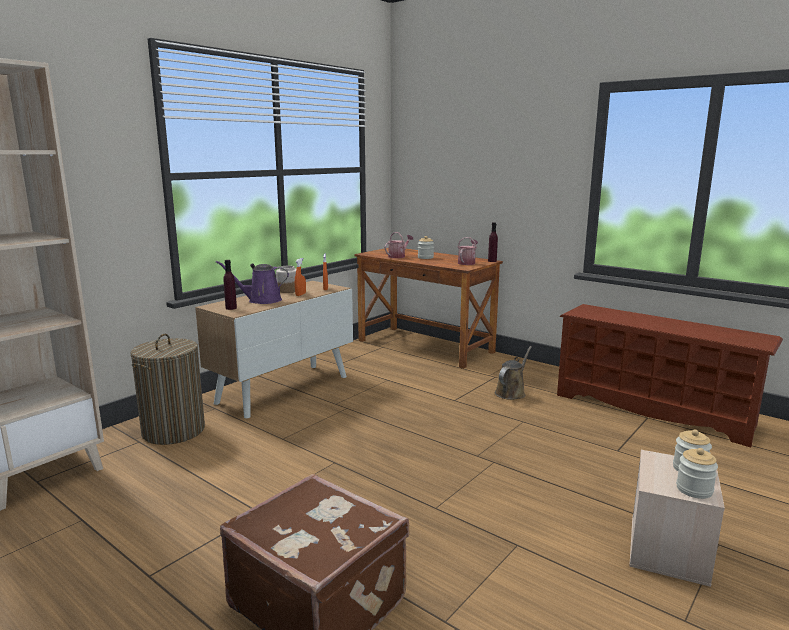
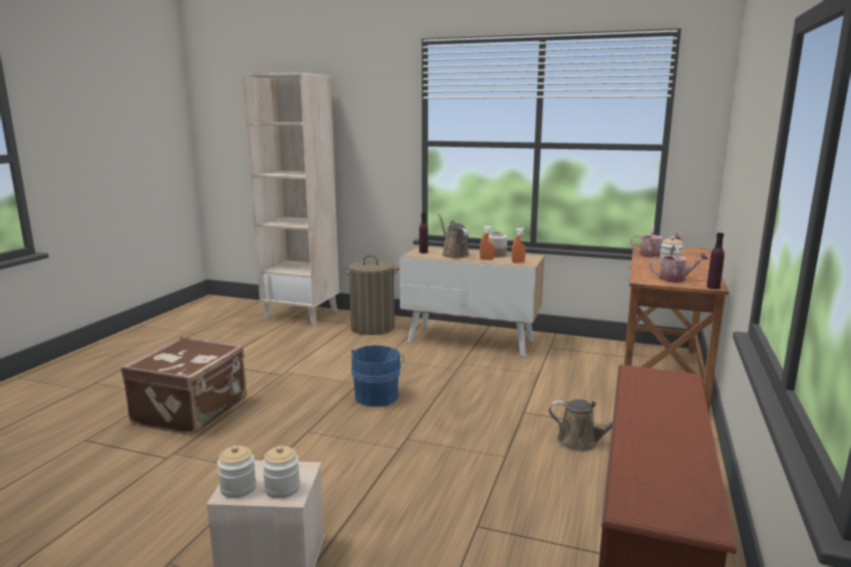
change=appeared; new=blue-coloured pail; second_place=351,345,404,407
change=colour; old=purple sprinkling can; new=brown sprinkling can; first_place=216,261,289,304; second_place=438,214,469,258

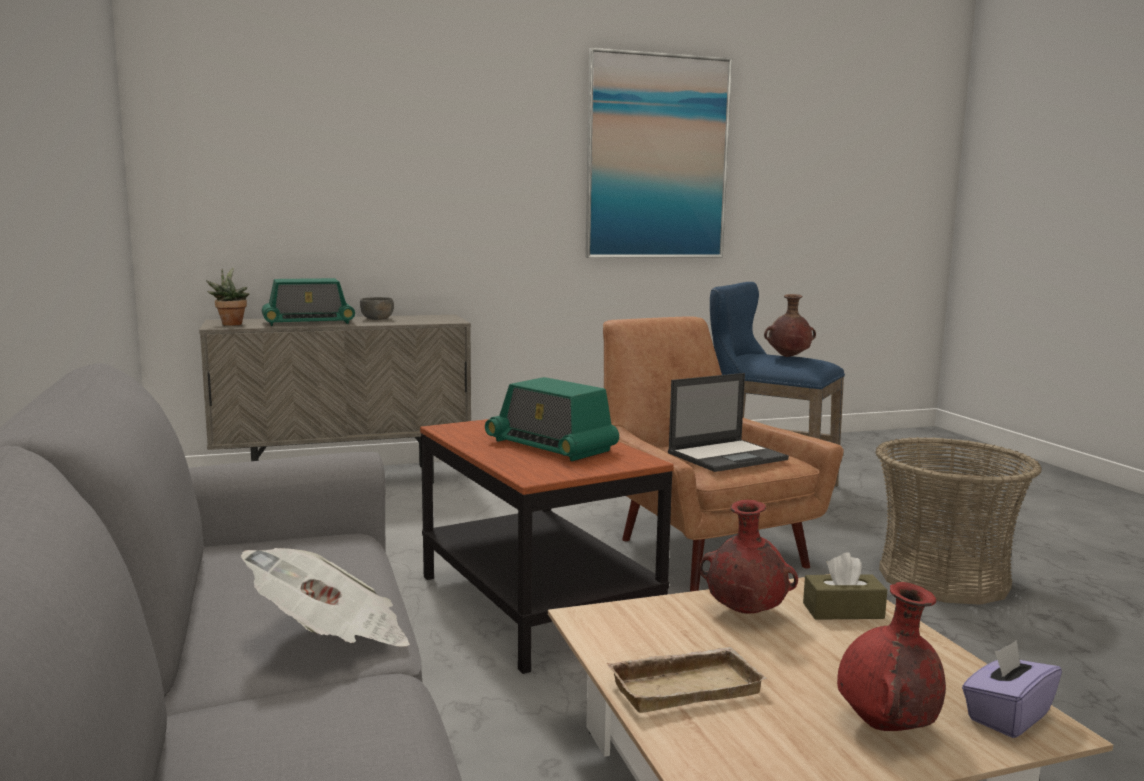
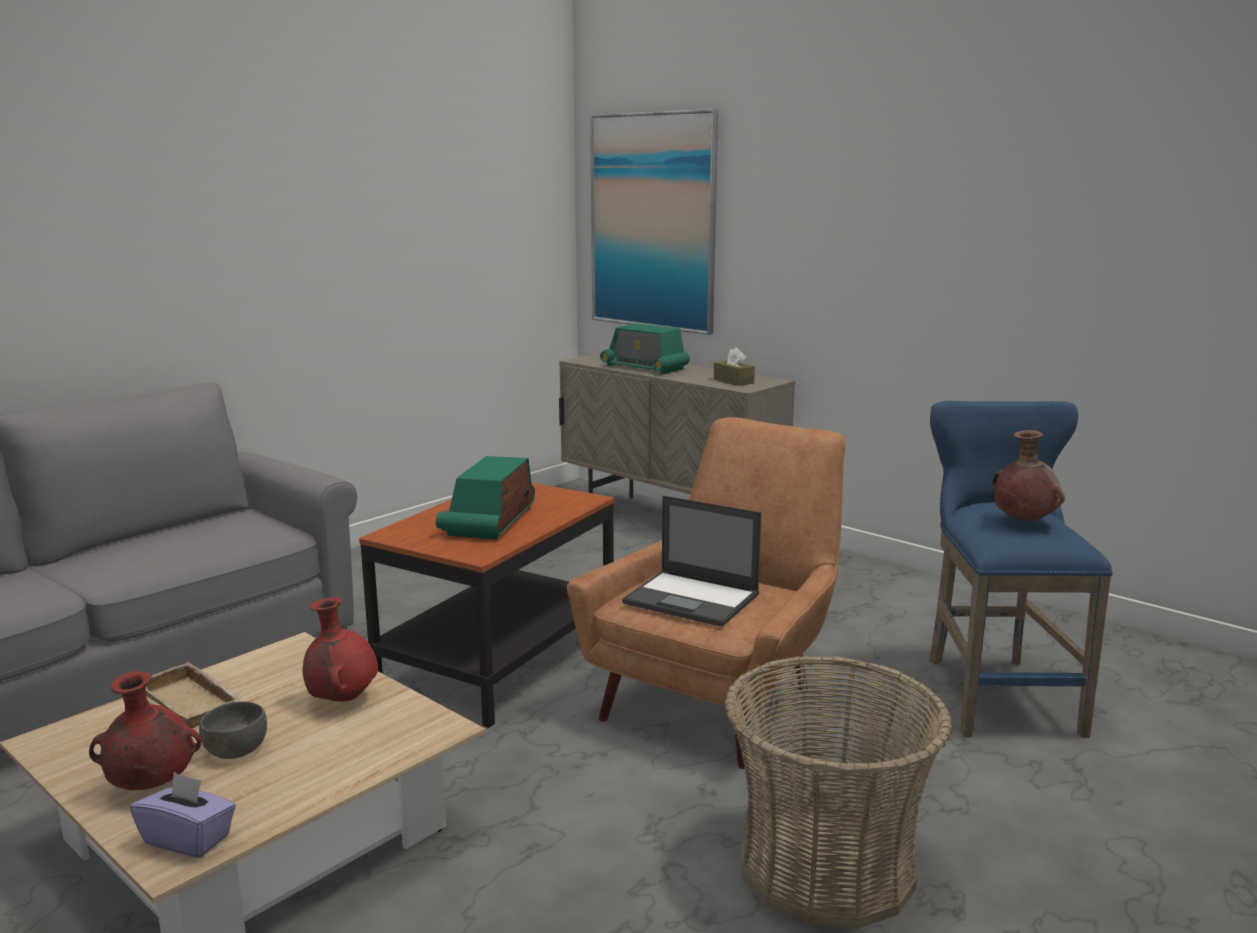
change=relocated; old=gray bowl; first_place=360,297,394,320; second_place=199,701,267,759
change=relocated; old=wall picture; first_place=585,48,732,258; second_place=590,109,718,335
change=relocated; old=brown tissue box; first_place=803,552,887,620; second_place=714,348,755,386
change=missing; old=potted plant; first_place=206,267,249,326
change=missing; old=printed paper; first_place=241,548,410,647

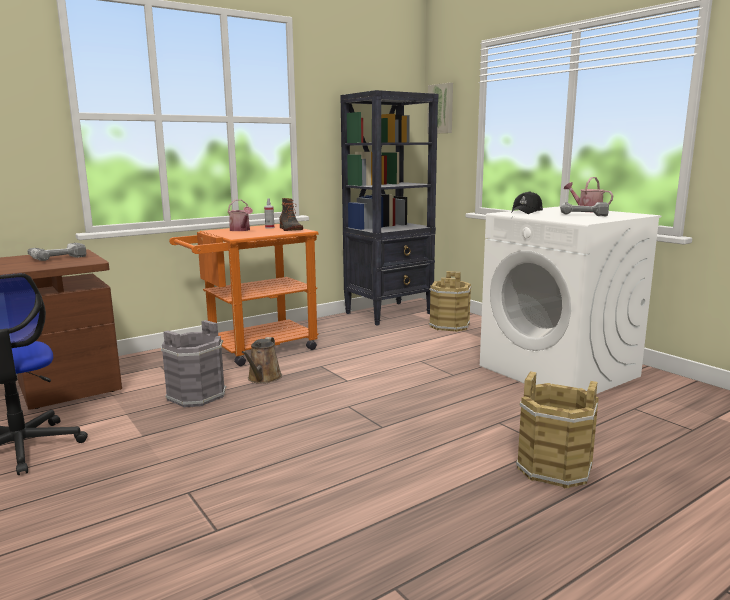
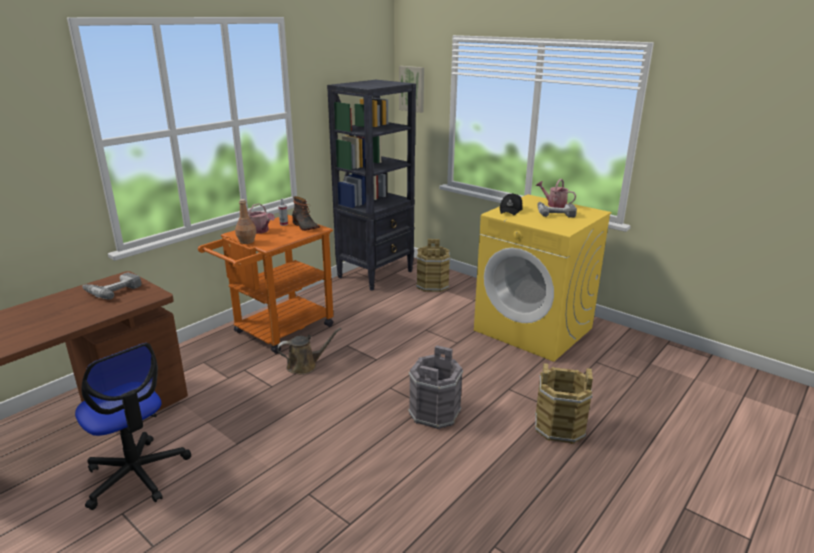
change=appeared; new=brown drink bottle; second_place=235,199,256,244
change=spun; old=brown sprinkling can; first_place=242,337,282,384; second_place=277,328,341,374; degrees=-105
change=relocated; old=gray pail; first_place=161,320,227,407; second_place=408,345,463,429
change=colour; old=whitish laundry machine; new=yellowish laundry machine; first_place=480,206,662,394; second_place=474,194,611,362

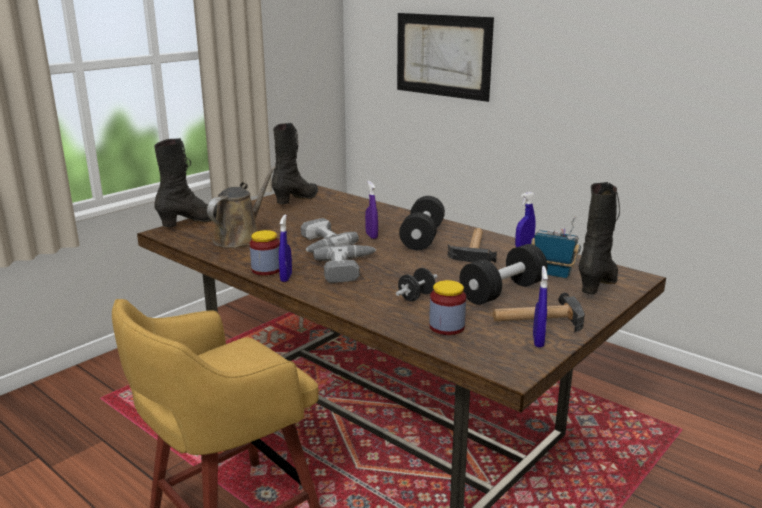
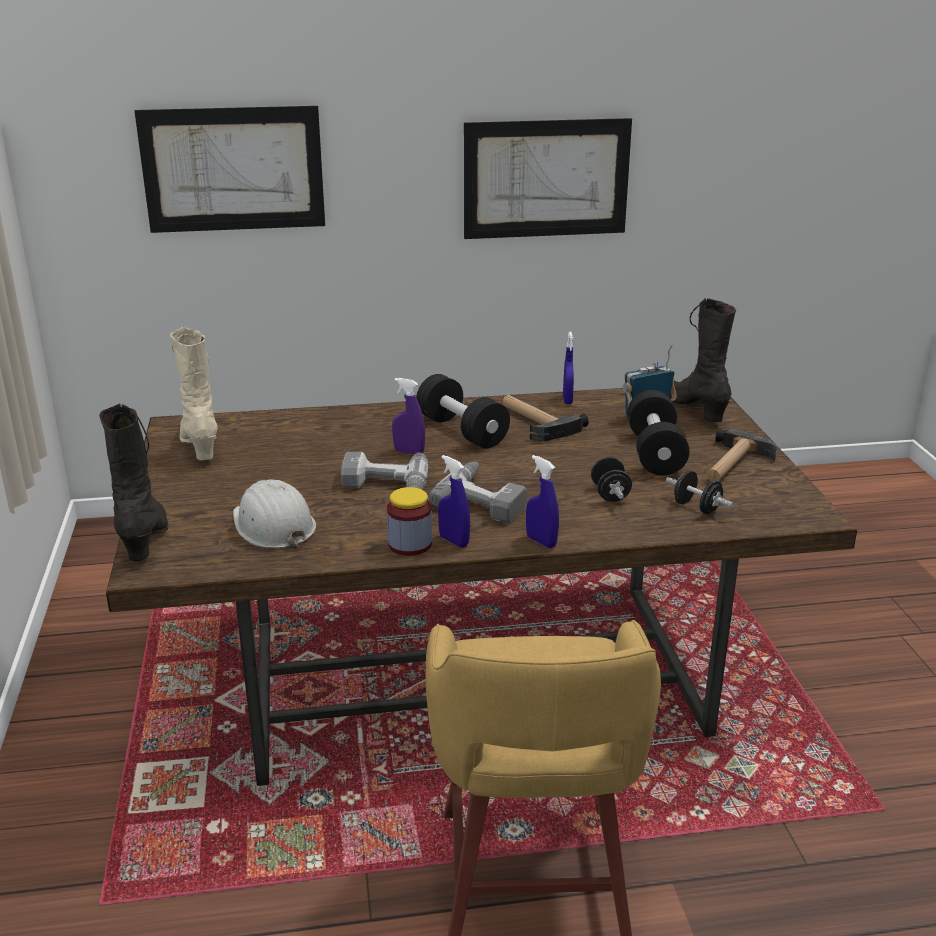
change=colour; old=black high-top boot; new=sand-coloured high-top boot; first_place=272,123,318,204; second_place=170,327,218,460
change=exchanged; old=brown sprinkling can; new=whitish safety helmet; first_place=207,166,276,248; second_place=233,479,316,549
change=appeared; new=wall picture; second_place=464,118,632,239
change=relocated; old=blue-coloured spray bottle; first_place=533,266,548,348; second_place=526,455,559,548
change=exchanged; old=jar; new=black free weight; first_place=429,280,466,335; second_place=666,471,733,514

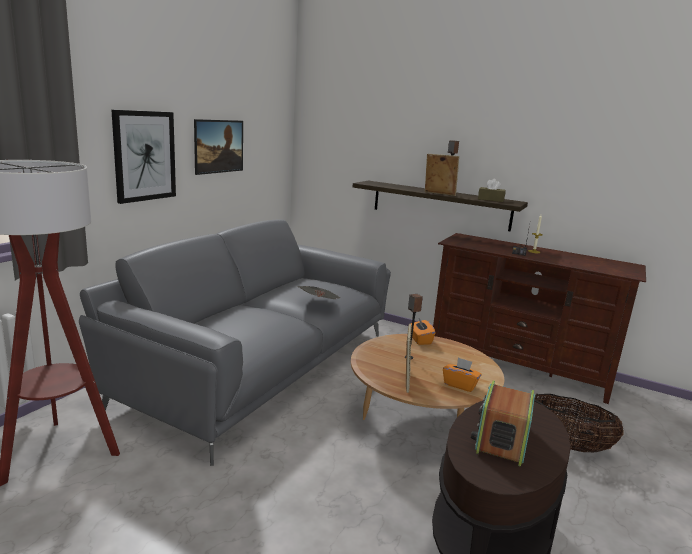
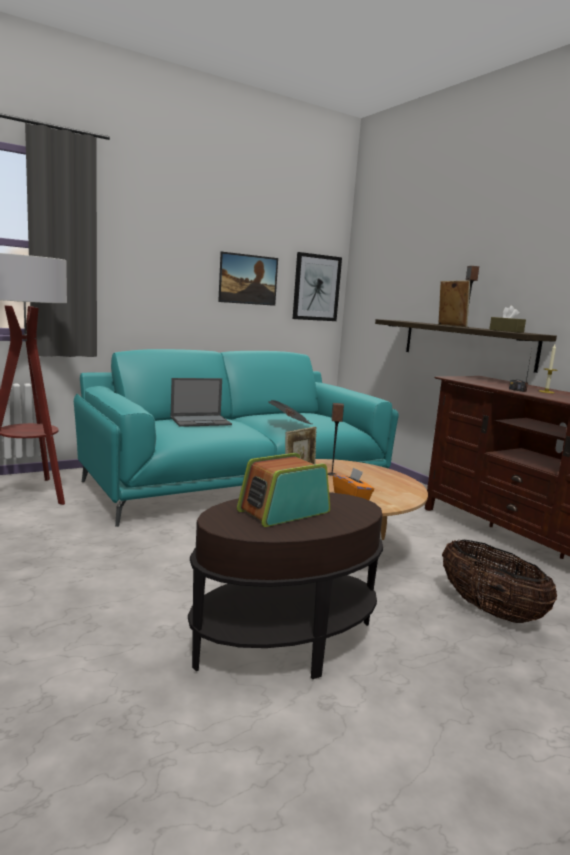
change=colour; old=gray settee; new=turquoise-coloured settee; first_place=79,219,391,466; second_place=74,349,399,527
change=appeared; new=portable computer; second_place=170,378,232,427
change=relocated; old=wall picture; first_place=111,110,176,204; second_place=293,252,342,321
change=missing; old=orange-coloured tissue box; first_place=411,318,436,345

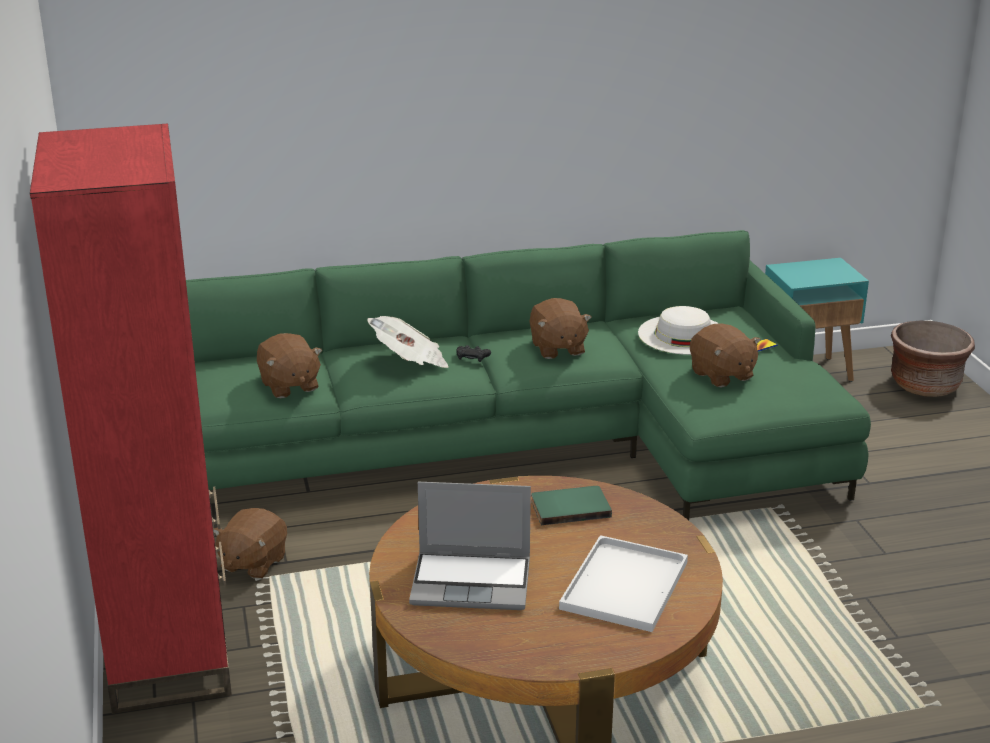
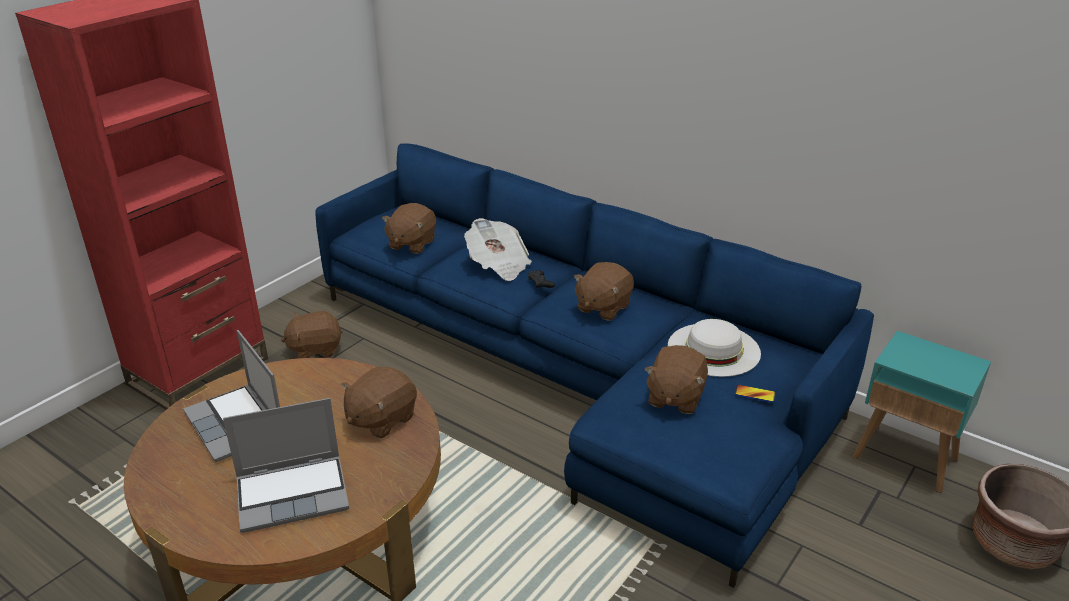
change=exchanged; old=whitish serving tray; new=portable computer; first_place=559,535,688,632; second_place=223,398,349,533
change=colour; old=green settee; new=blue-coloured settee; first_place=186,230,871,520; second_place=315,143,874,588
change=exchanged; old=green bound book; new=brown plush toy; first_place=531,486,612,525; second_place=341,367,417,439

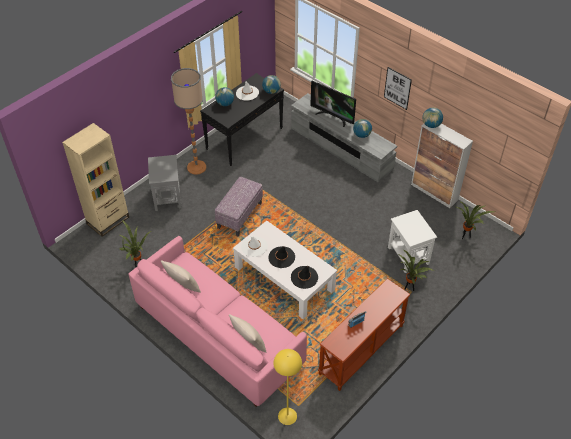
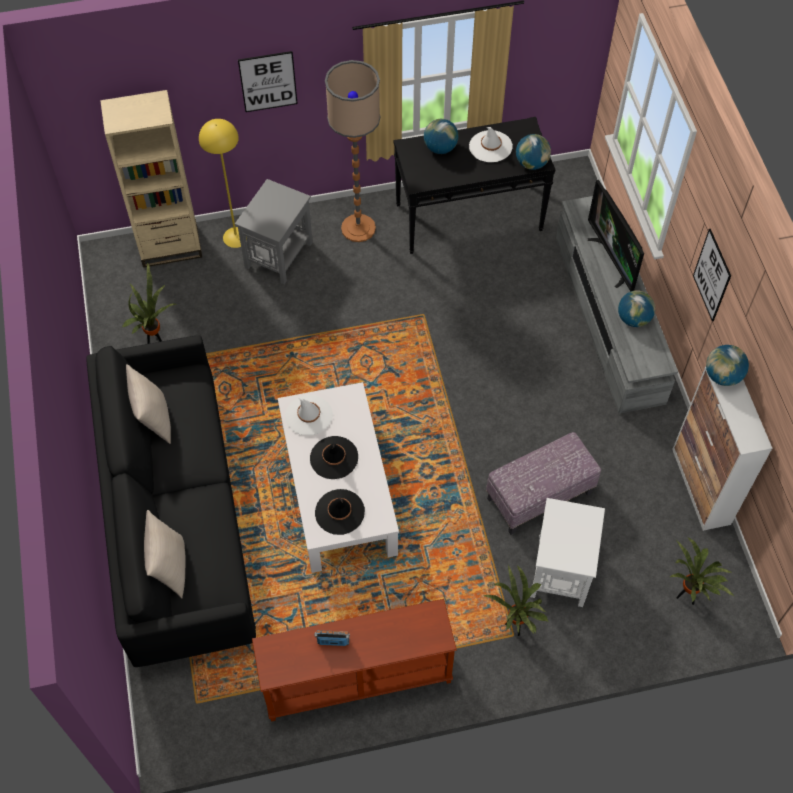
change=colour; old=pink-coloured settee; new=black settee; first_place=129,236,307,407; second_place=86,336,256,667
change=relocated; old=yellowish floor lamp; first_place=273,349,302,425; second_place=199,119,247,248
change=appeared; new=wall picture; second_place=238,51,298,112
change=relocated; old=footrest; first_place=215,177,263,236; second_place=486,432,601,535

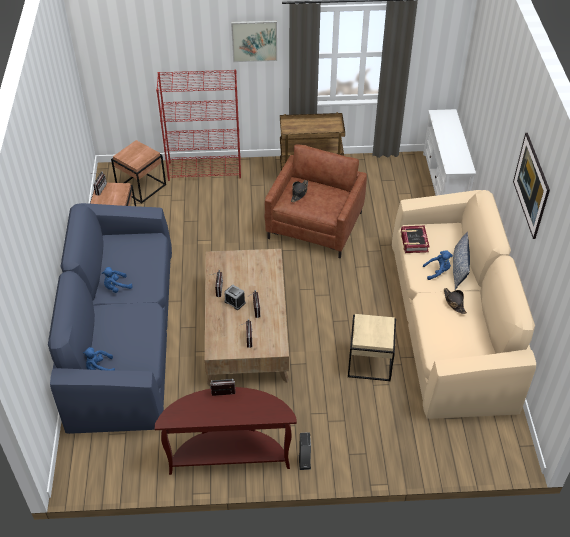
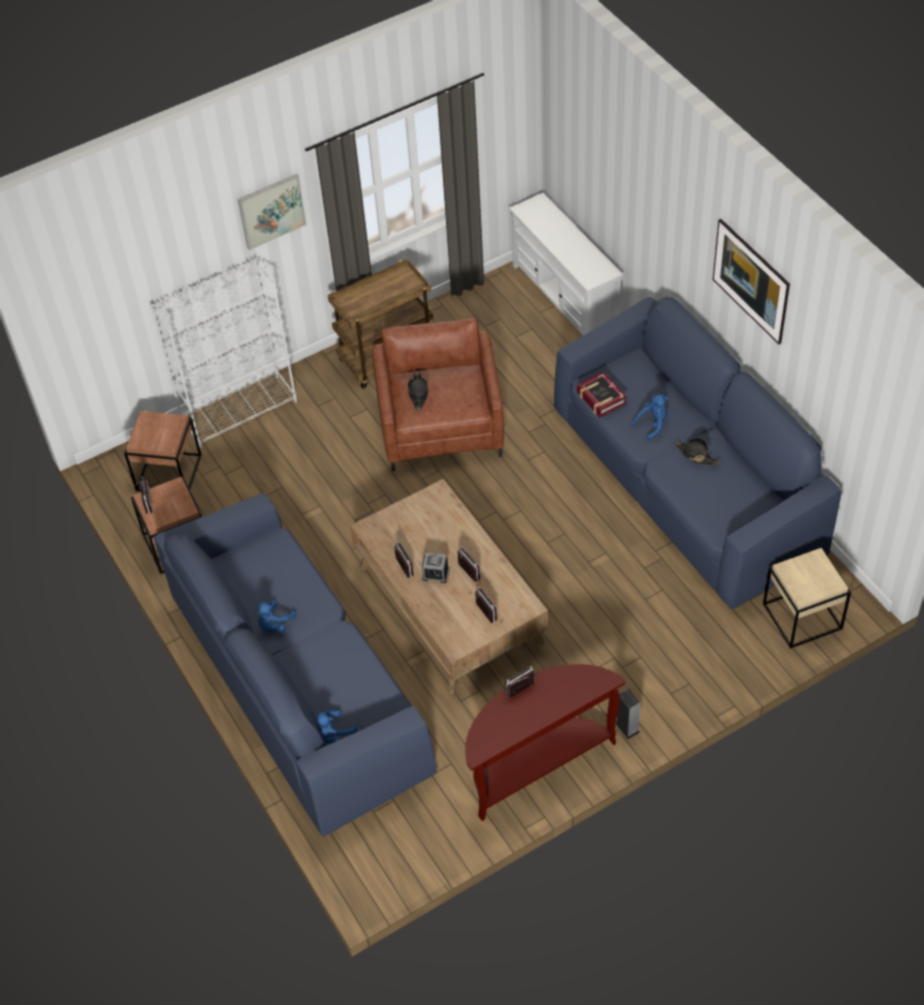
change=colour; old=reddish bookshelf; new=whitish bookshelf; first_place=156,70,241,181; second_place=150,259,297,448
change=colour; old=sand-coloured settee; new=blue-coloured settee; first_place=392,190,536,419; second_place=554,297,841,609
change=relocated; old=sand-coloured end table; first_place=348,314,396,381; second_place=763,548,851,649
change=missing; old=pillow; first_place=453,232,470,290

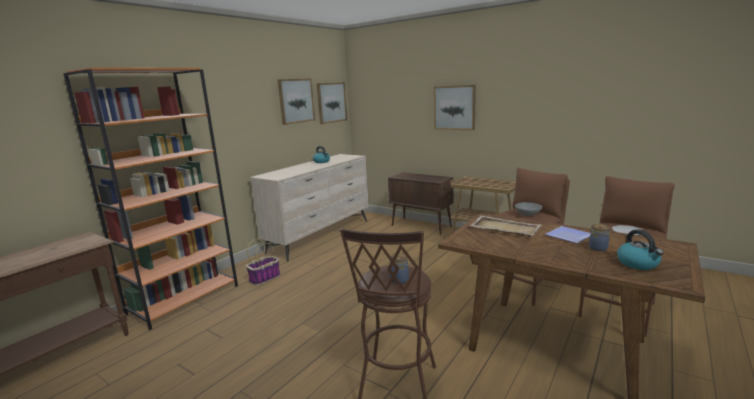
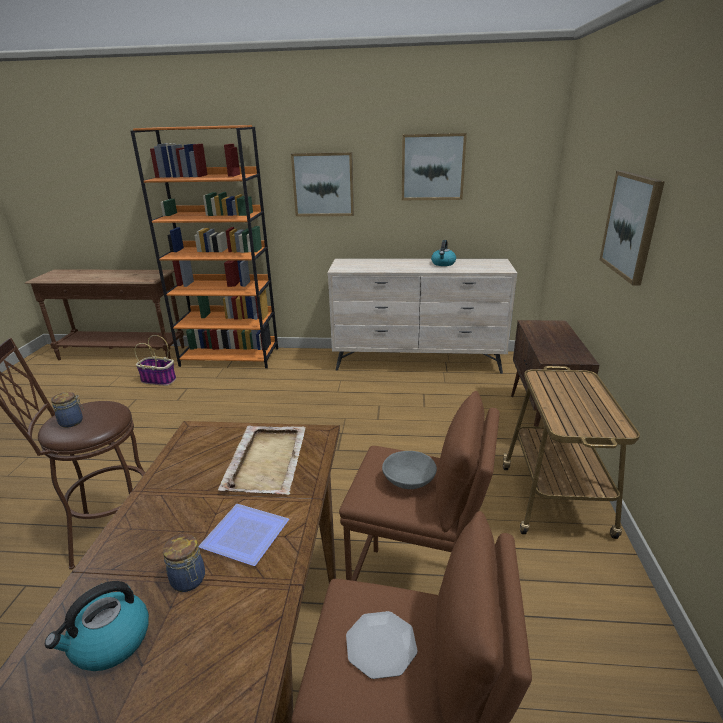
change=relocated; old=storage basket; first_place=246,239,280,285; second_place=135,335,176,386
change=relocated; old=wall picture; first_place=317,82,347,124; second_place=291,152,354,216

